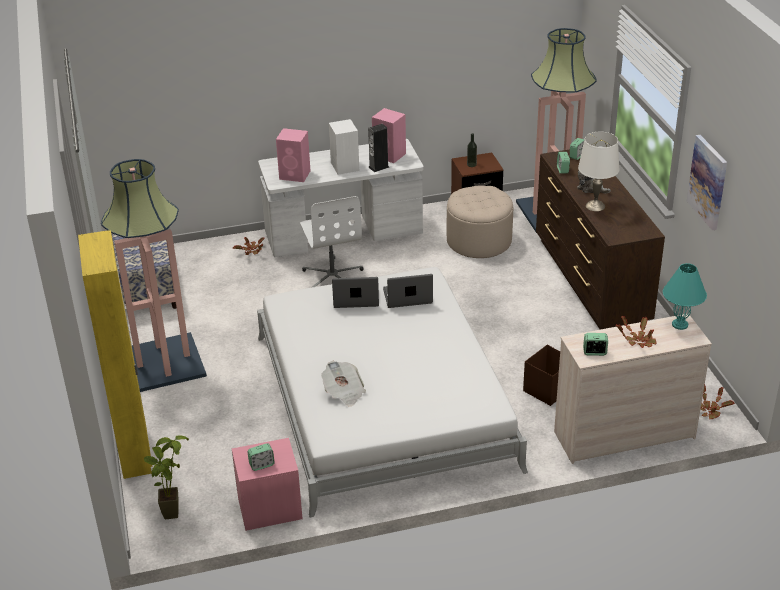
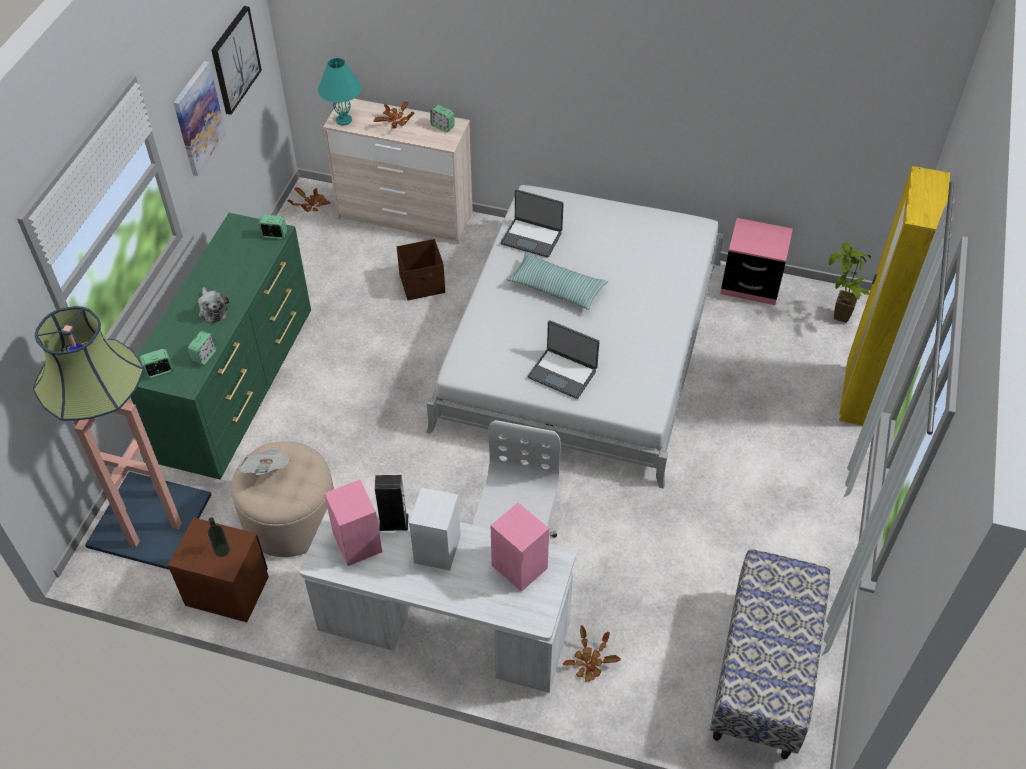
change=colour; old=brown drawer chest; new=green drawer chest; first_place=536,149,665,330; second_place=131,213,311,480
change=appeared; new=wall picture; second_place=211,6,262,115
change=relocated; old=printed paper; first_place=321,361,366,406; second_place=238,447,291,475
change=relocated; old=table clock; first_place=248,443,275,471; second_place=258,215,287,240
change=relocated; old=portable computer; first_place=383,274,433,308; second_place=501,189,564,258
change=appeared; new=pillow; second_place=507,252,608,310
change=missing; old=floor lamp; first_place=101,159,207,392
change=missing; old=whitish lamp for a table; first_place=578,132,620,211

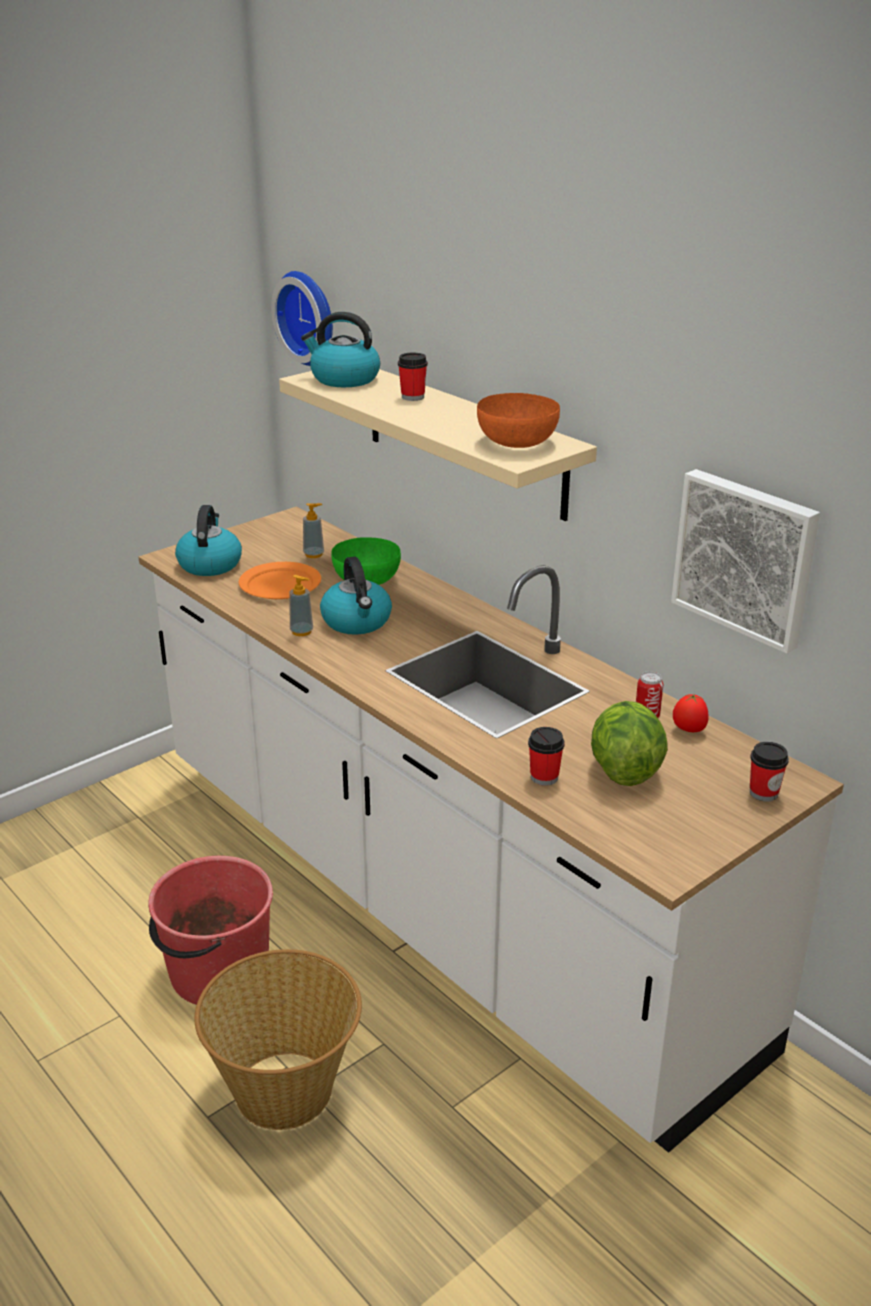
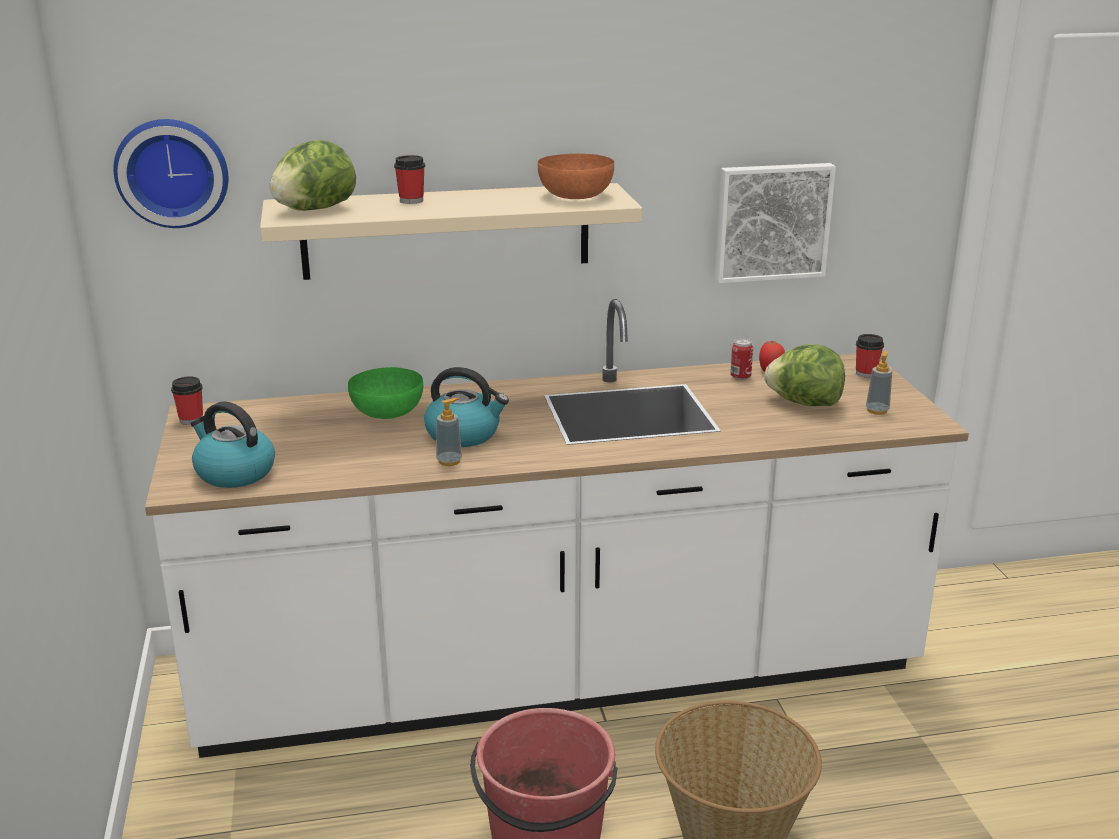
change=relocated; old=cup; first_place=528,727,564,786; second_place=171,376,203,425
change=exchanged; old=water kettle; new=lettuce; first_place=301,312,380,387; second_place=270,140,356,211
change=relocated; old=soap bottle; first_place=303,503,324,558; second_place=866,350,892,415
change=missing; old=orange-coloured plate; first_place=238,562,321,599

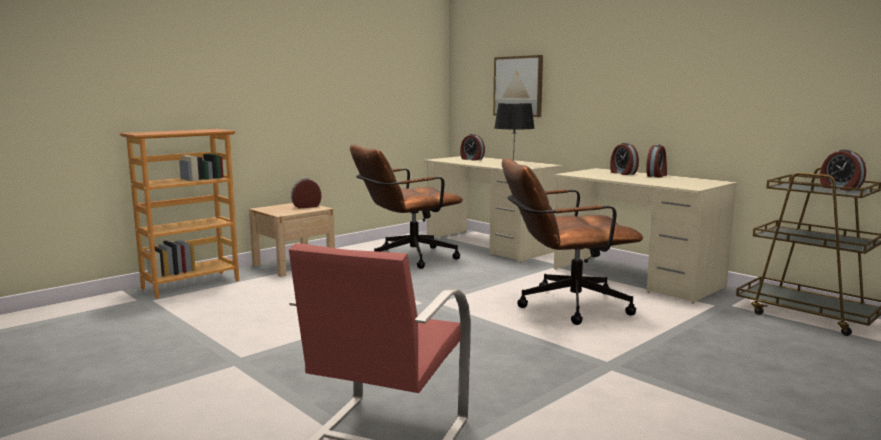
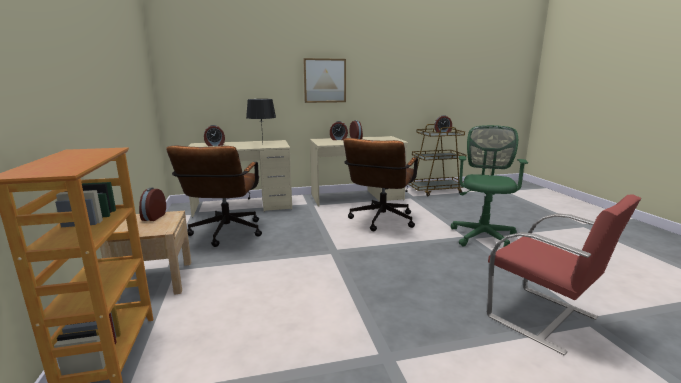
change=relocated; old=wall picture; first_place=493,55,543,117; second_place=303,58,346,103
change=appeared; new=green computer chair; second_place=451,125,528,247

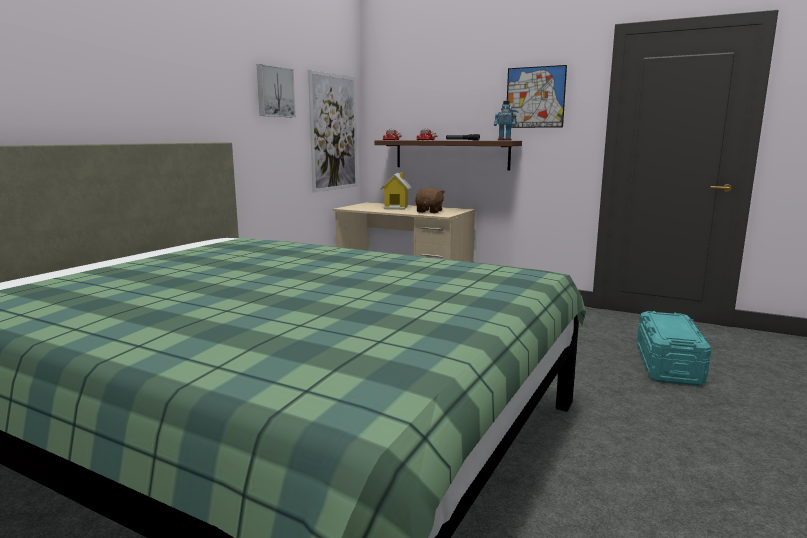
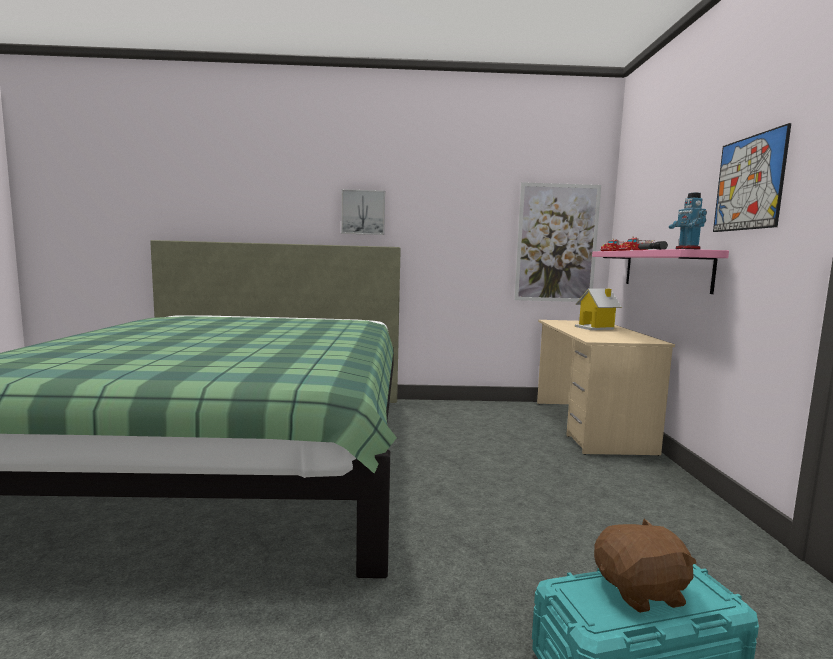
change=relocated; old=wall picture; first_place=257,64,296,117; second_place=341,189,385,235
change=colour; old=brown shelf; new=pink-coloured shelf; first_place=375,140,522,171; second_place=592,249,729,294
change=relocated; old=brown plush toy; first_place=415,188,445,213; second_place=594,518,697,613

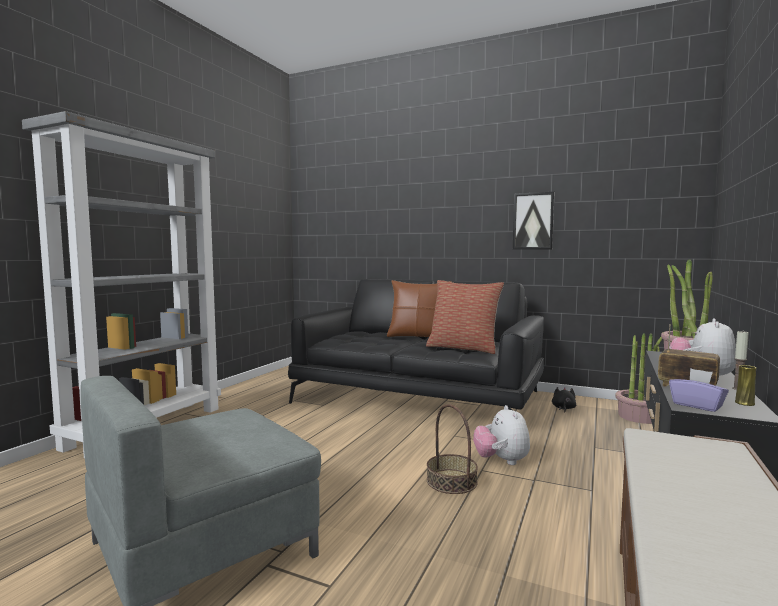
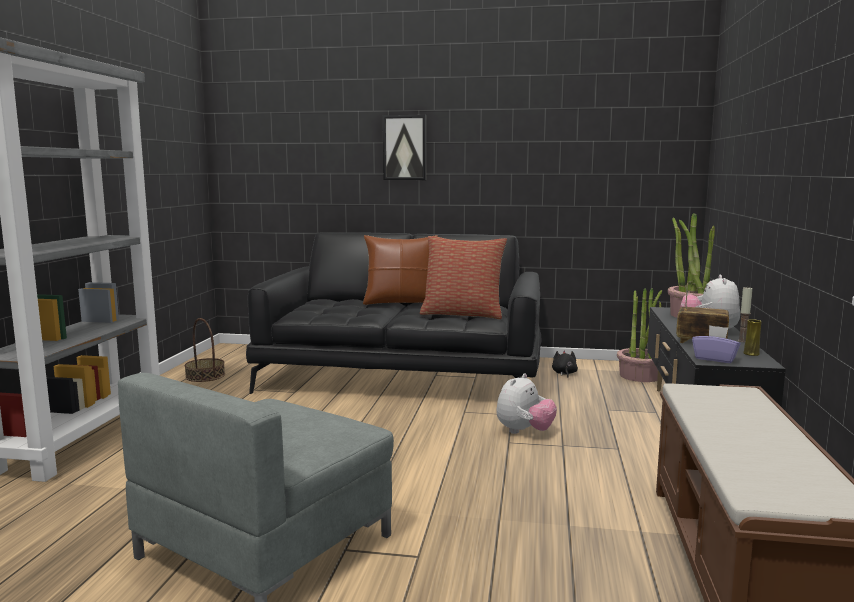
change=relocated; old=storage basket; first_place=427,404,478,494; second_place=185,318,225,382
change=relocated; old=wall picture; first_place=513,192,554,250; second_place=383,115,426,180
change=spun; old=plush toy; first_place=473,405,530,465; second_place=496,373,557,434; degrees=-120

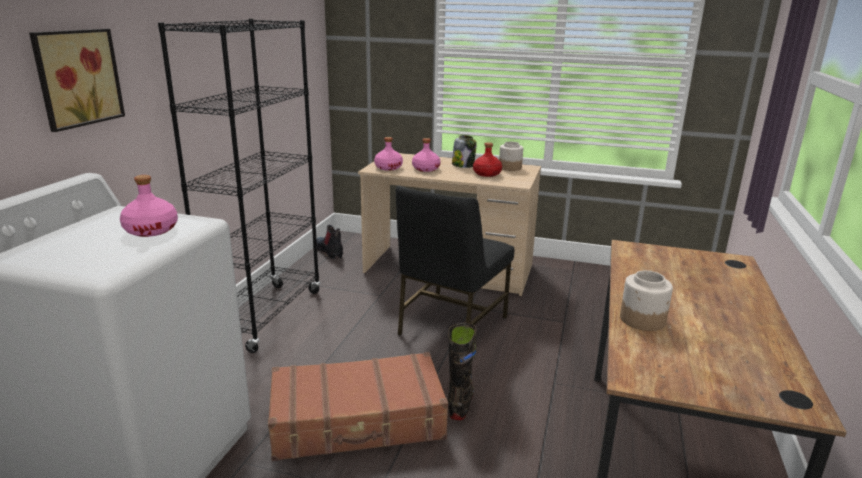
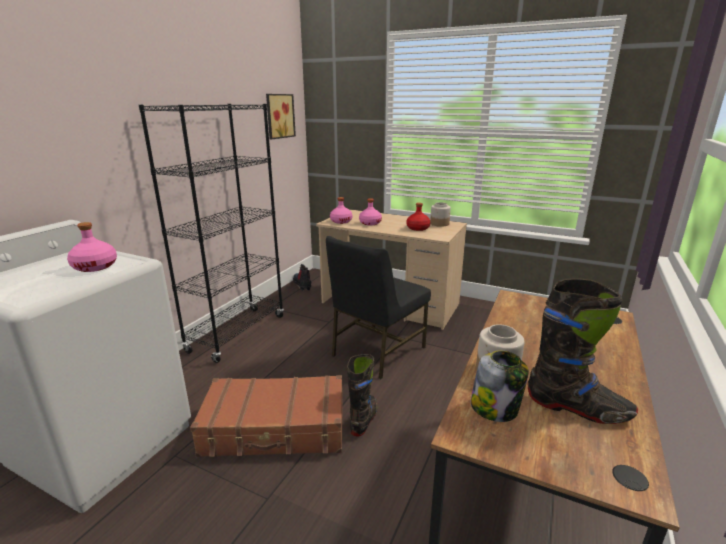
change=relocated; old=wall picture; first_place=29,29,125,132; second_place=266,94,296,139
change=relocated; old=jar; first_place=452,135,477,168; second_place=470,350,529,422
change=appeared; new=black high-top boot; second_place=528,278,638,424

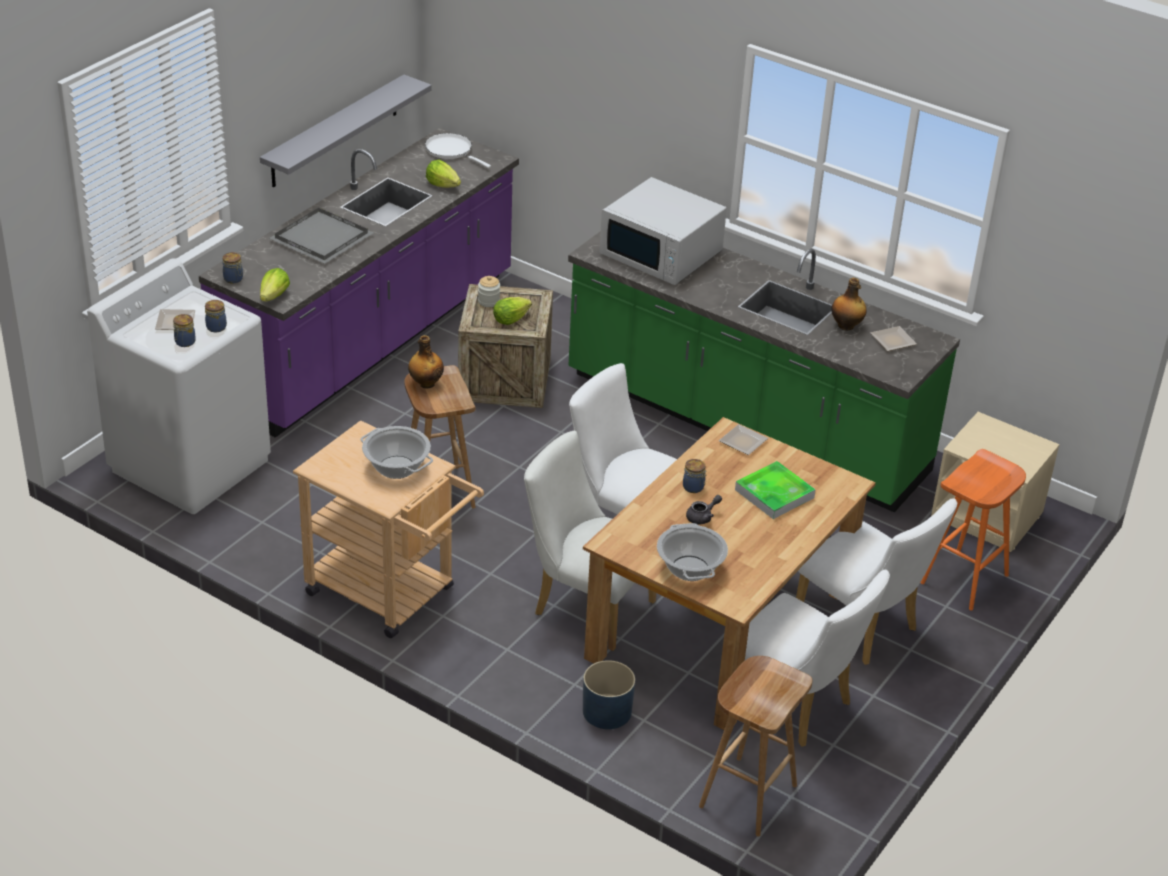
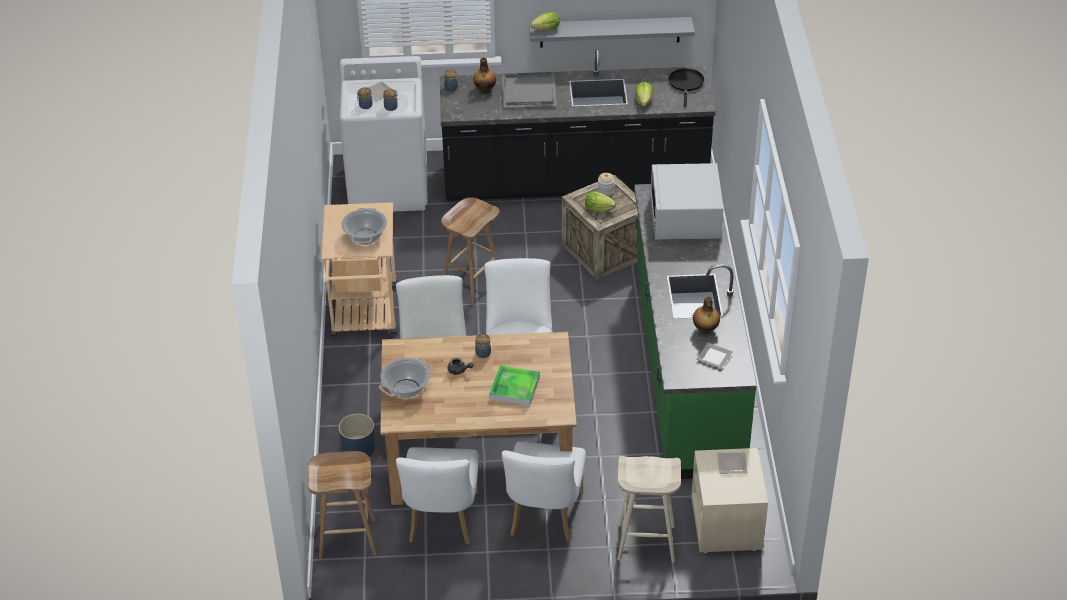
change=colour; old=purple kitchen base unit; new=black kitchen base unit; first_place=199,128,519,438; second_place=440,49,716,201
change=relocated; old=drink bottle; first_place=408,335,444,388; second_place=473,57,496,94
change=relocated; old=lettuce; first_place=260,268,290,302; second_place=530,12,560,30
change=colour; old=orange-coloured sitting stool; new=sand-coloured sitting stool; first_place=921,449,1026,610; second_place=617,456,681,562
change=colour; old=whitish skillet; new=black skillet; first_place=425,133,491,168; second_place=669,68,704,107
change=relocated; old=plate; first_place=719,424,768,455; second_place=717,453,748,474

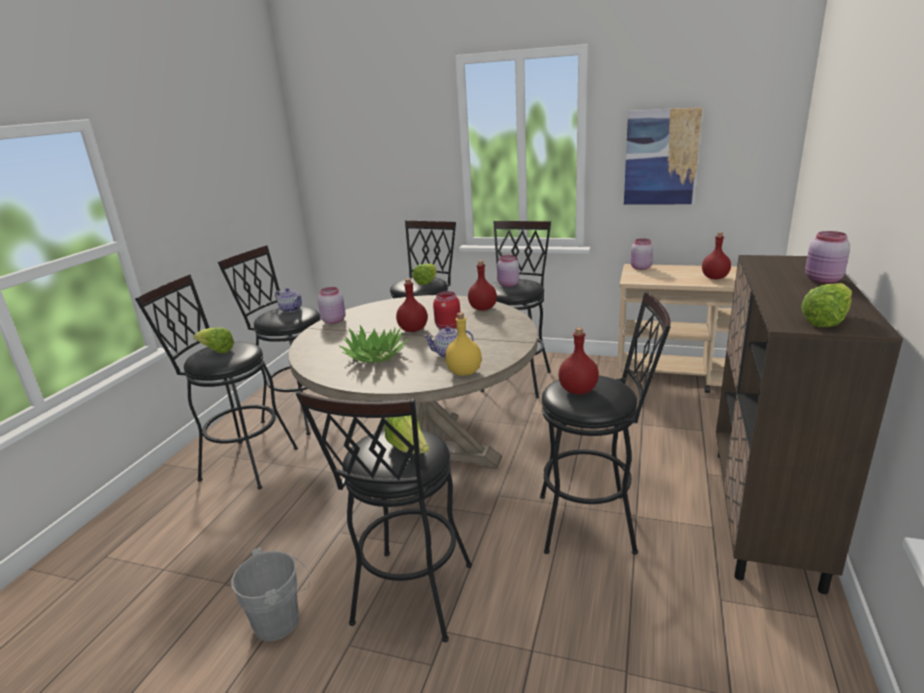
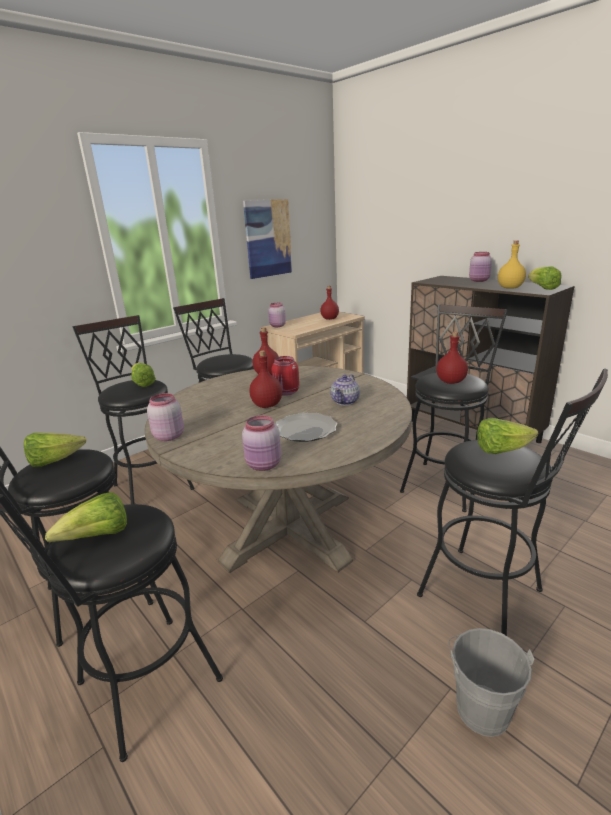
change=exchanged; old=tea pot; new=lettuce; first_place=275,288,302,312; second_place=24,433,87,467
change=relocated; old=pink-coloured jar; first_place=497,255,519,287; second_place=242,415,281,471
change=exchanged; old=potted plant; new=plate; first_place=339,325,409,363; second_place=276,413,337,442
change=relocated; old=yellowish drink bottle; first_place=445,312,482,376; second_place=498,240,526,289

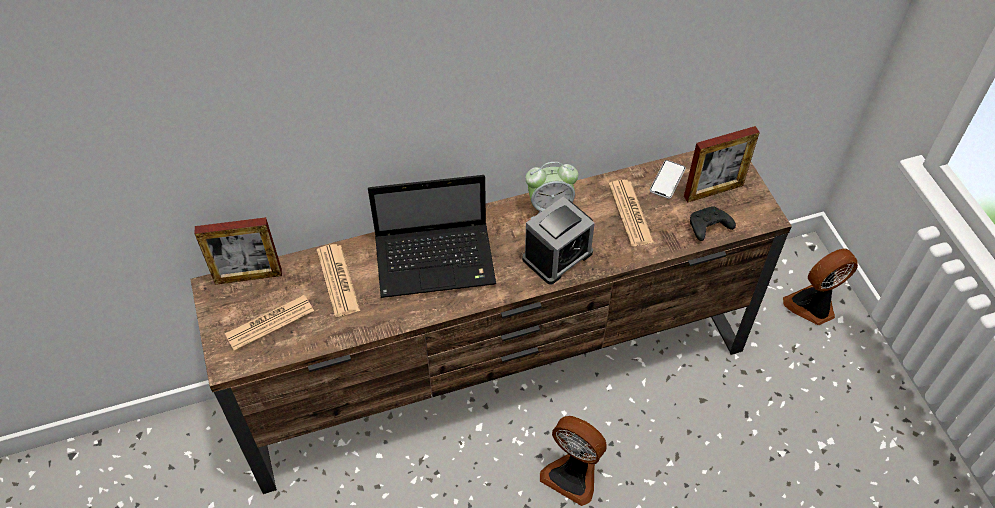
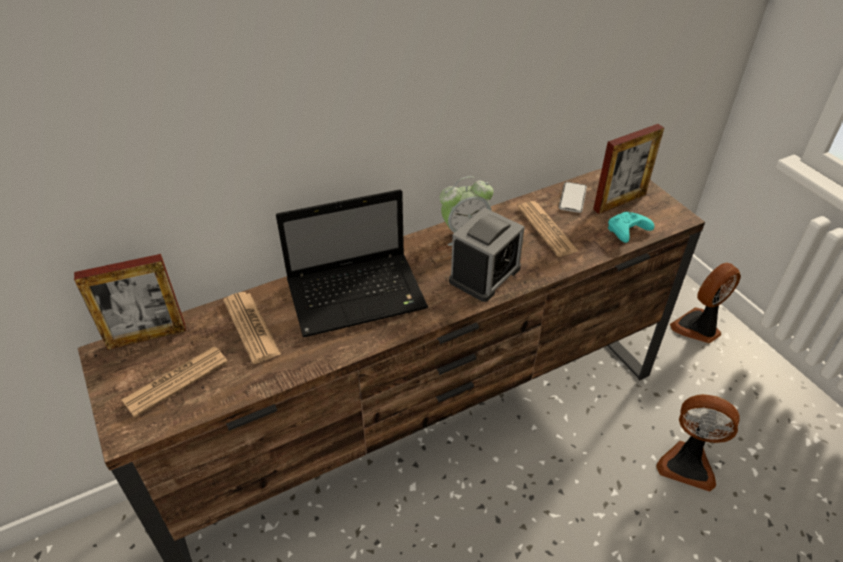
change=colour; old=black joypad; new=turquoise-coloured joypad; first_place=690,206,736,241; second_place=608,212,654,243
change=relocated; old=fan; first_place=540,416,607,506; second_place=656,394,740,492

